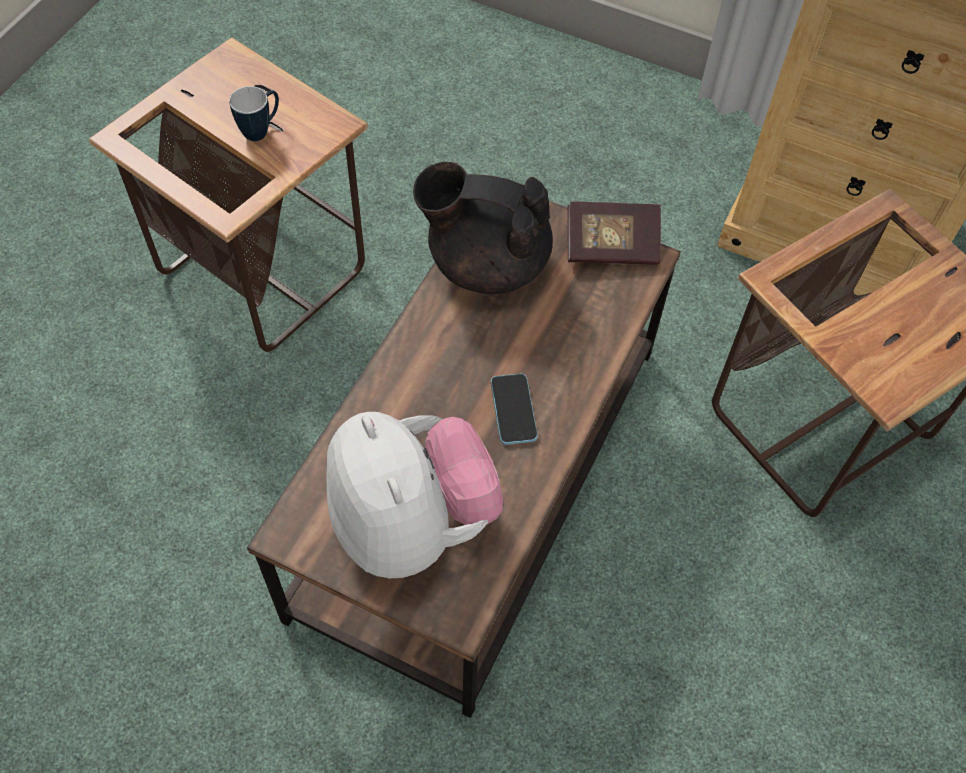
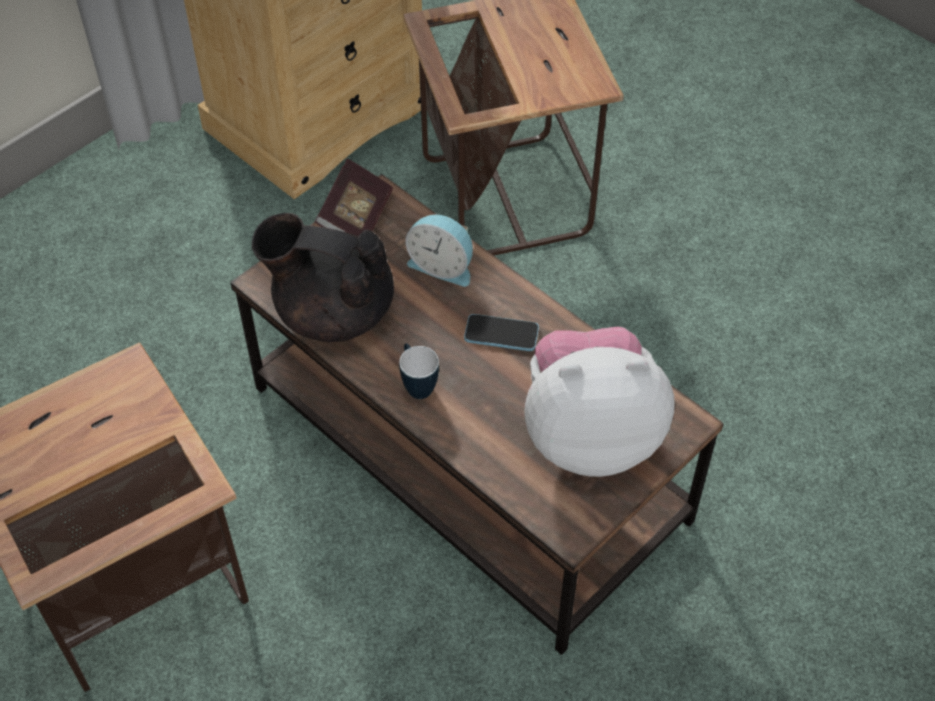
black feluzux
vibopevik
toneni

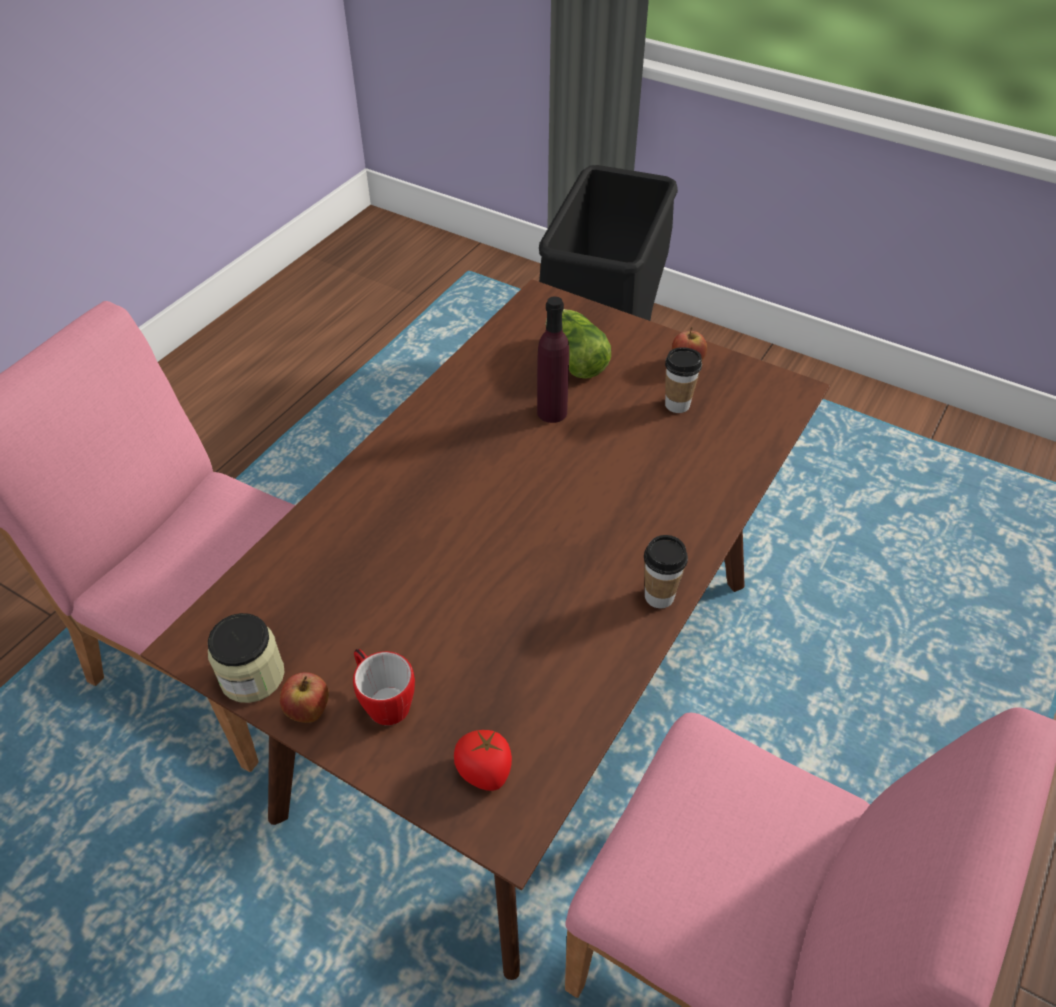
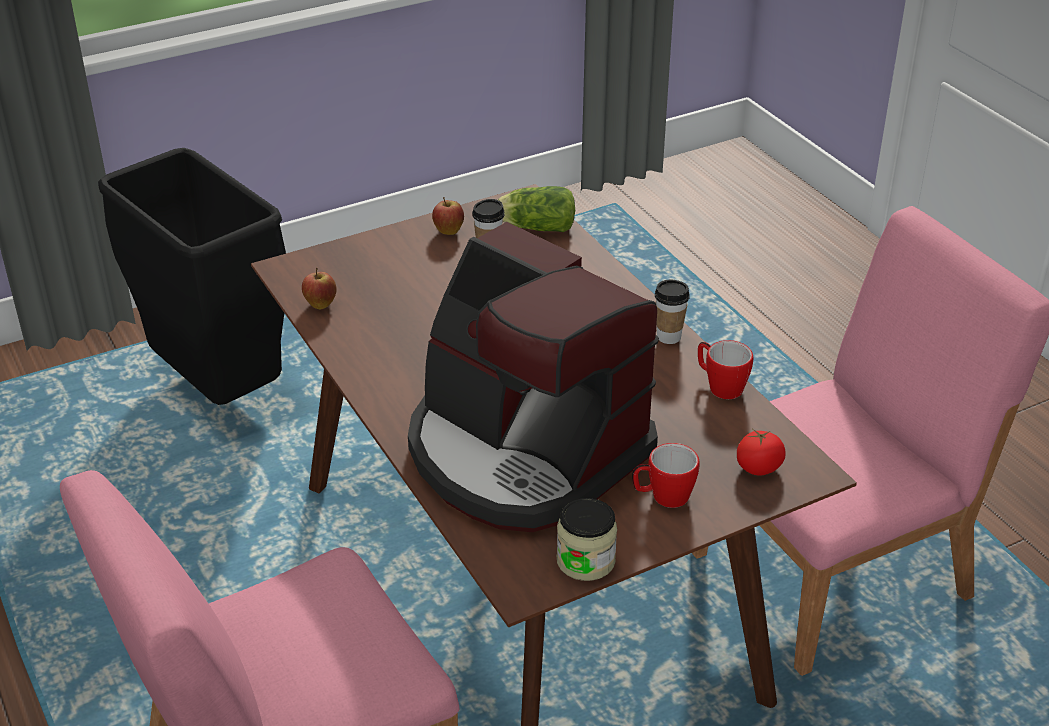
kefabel (no. 1 from left)
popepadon
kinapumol
vibopevik (no. 2 from left)
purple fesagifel

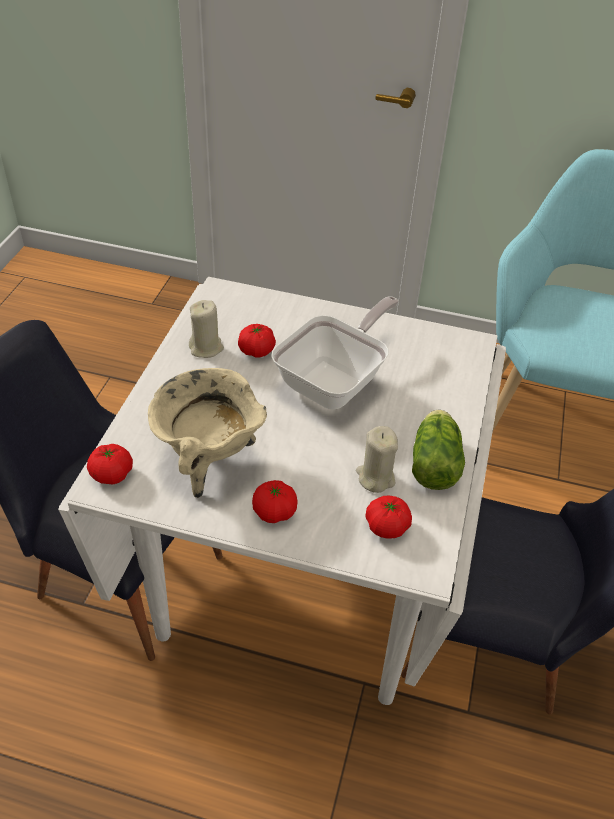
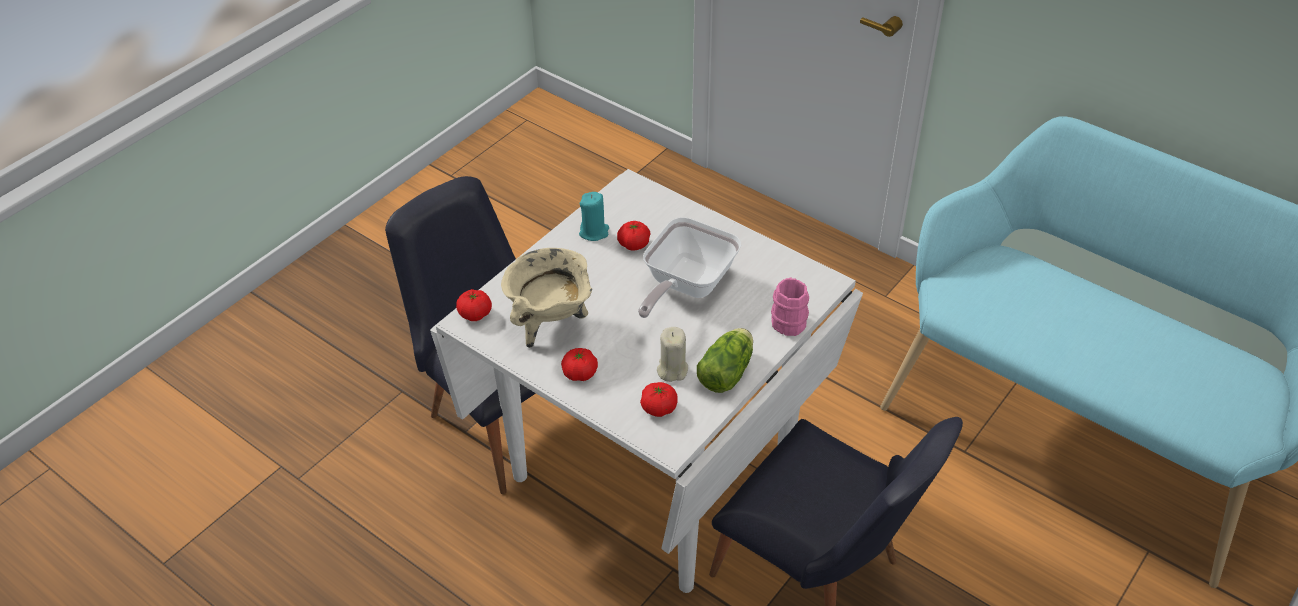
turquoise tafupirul
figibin
pink vibopevik

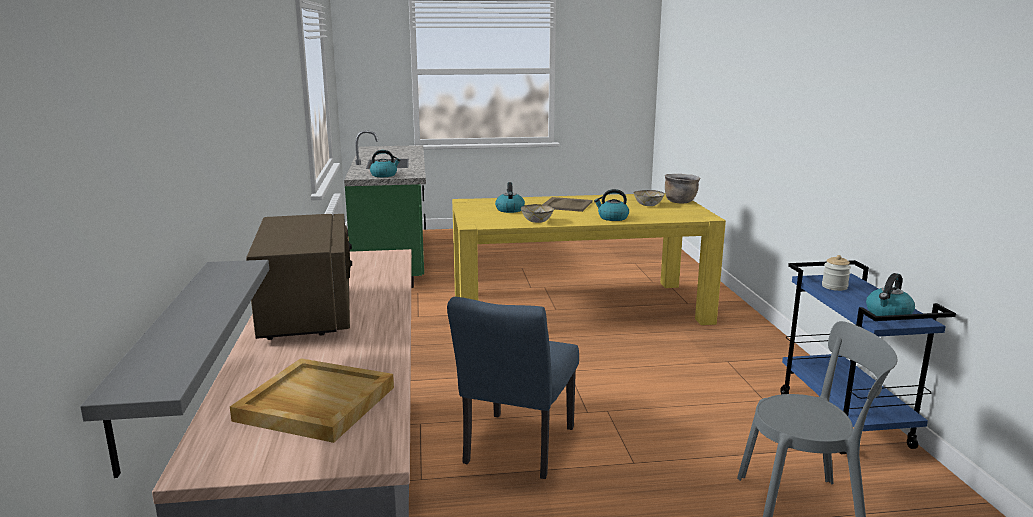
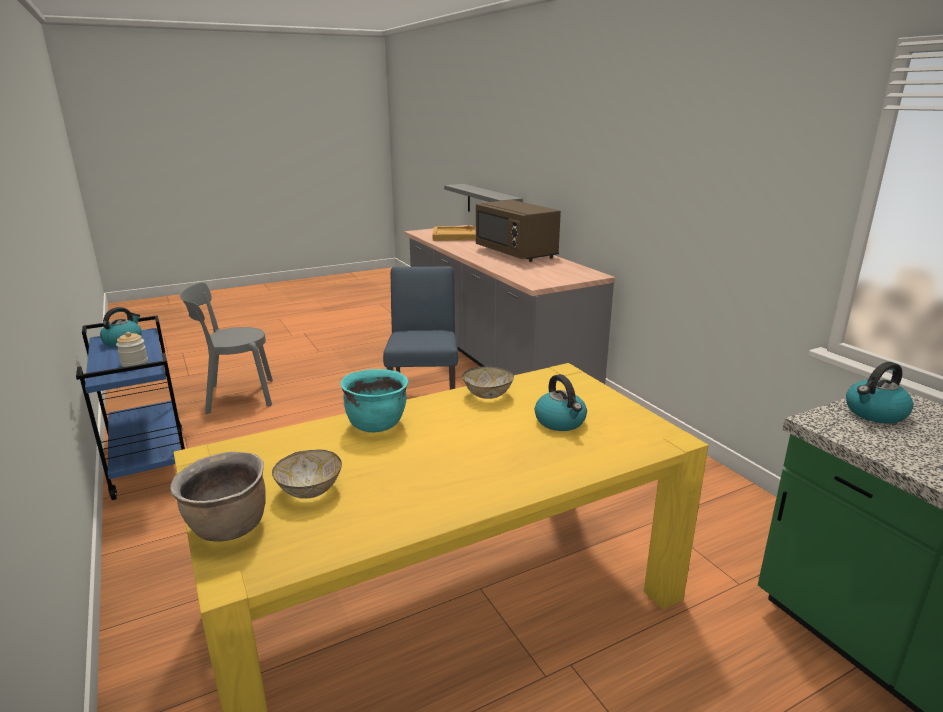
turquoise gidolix
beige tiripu (no. 2 from left in the first image)

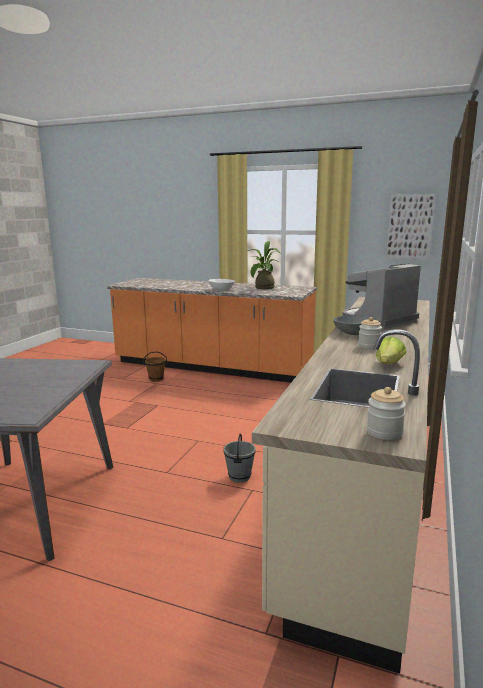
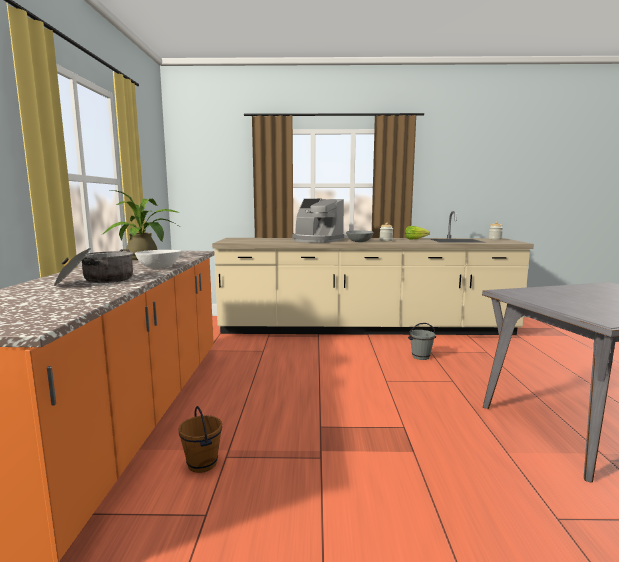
gidolix
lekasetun

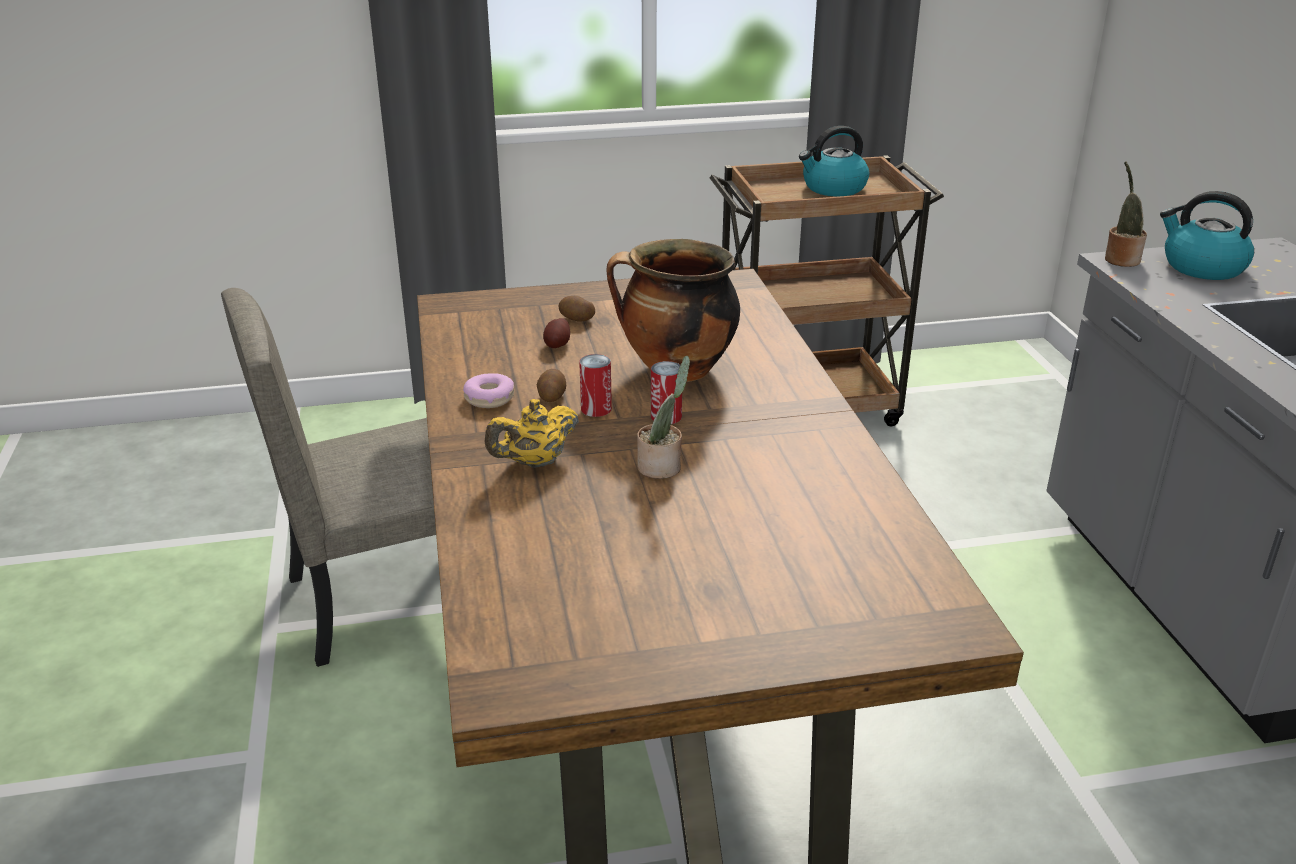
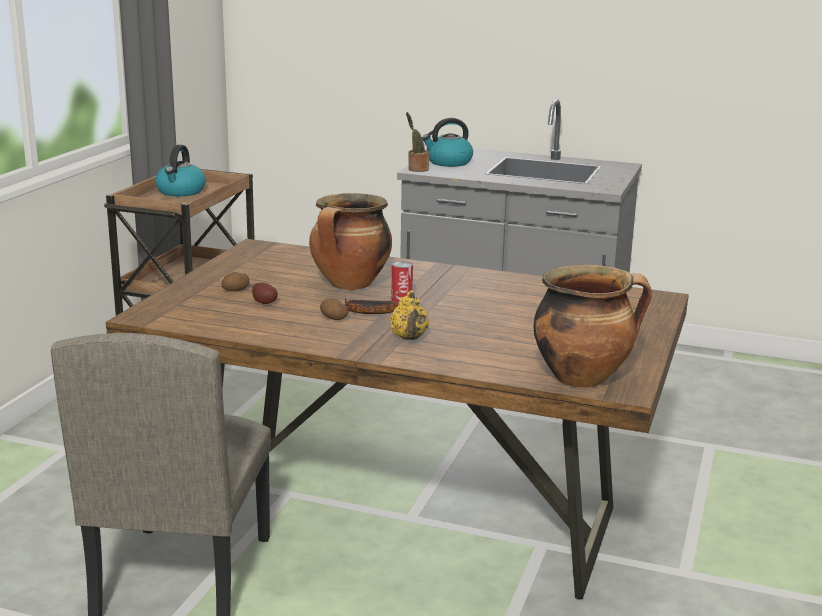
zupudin
gidolix (no. 2 from left)
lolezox
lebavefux (no. 1 from left in the first image)

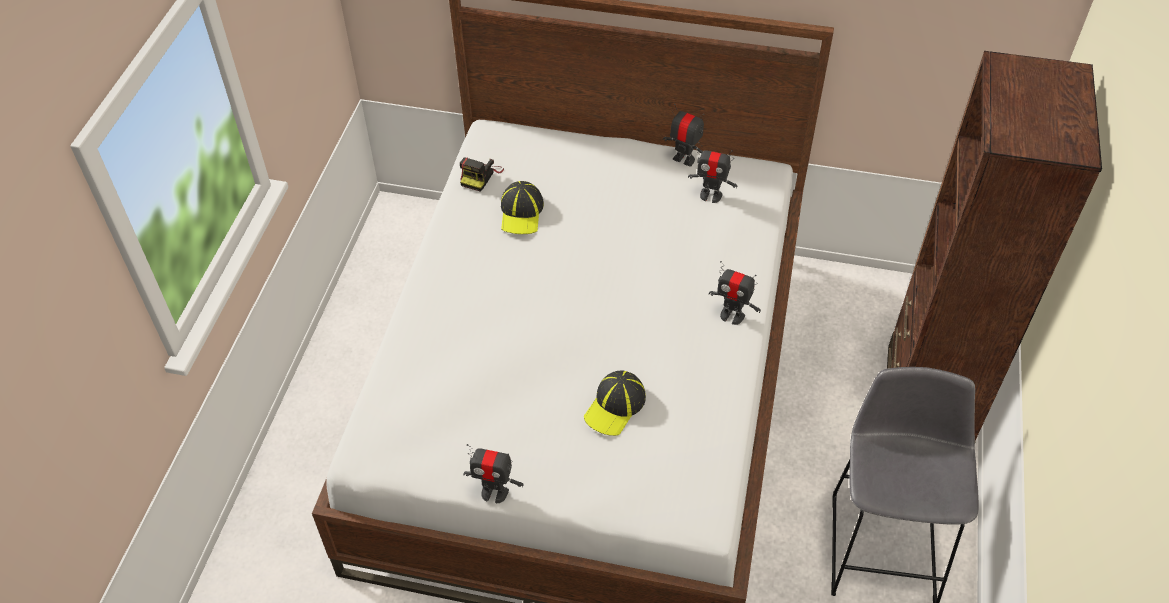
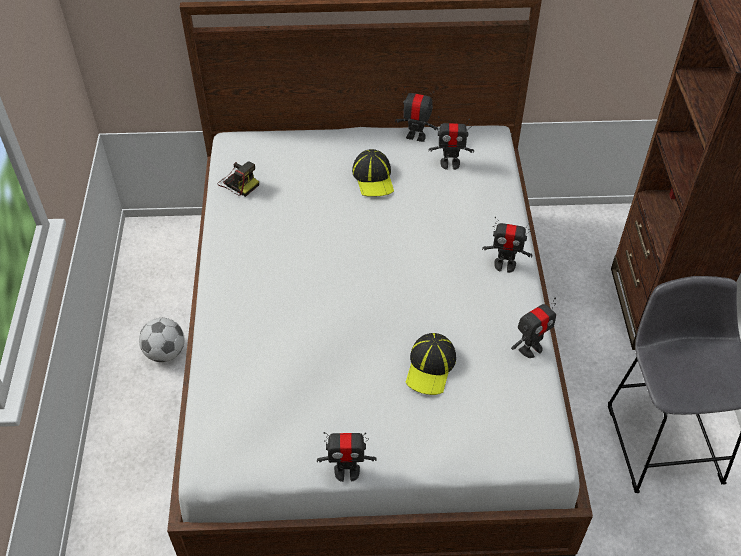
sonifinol
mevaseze
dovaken (no. 1 from left)
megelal (no. 5 from left)

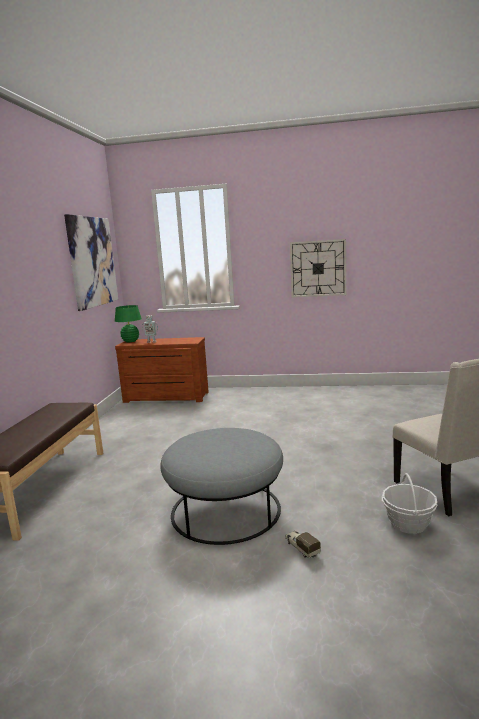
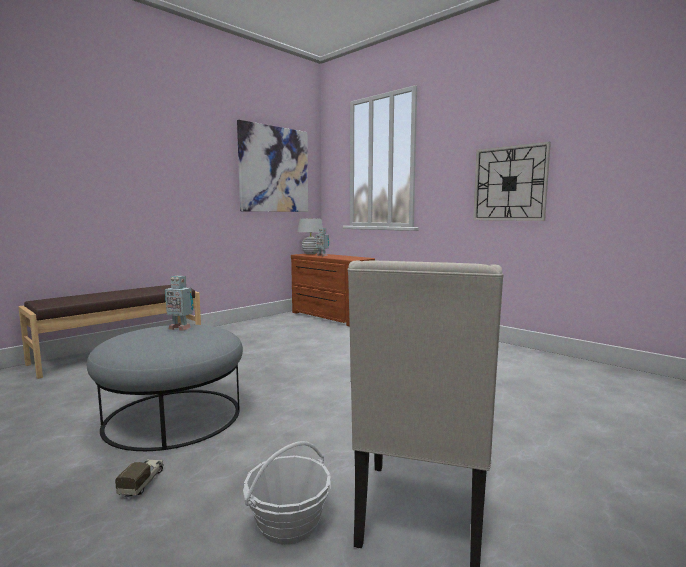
megelal (no. 1 from left)
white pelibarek

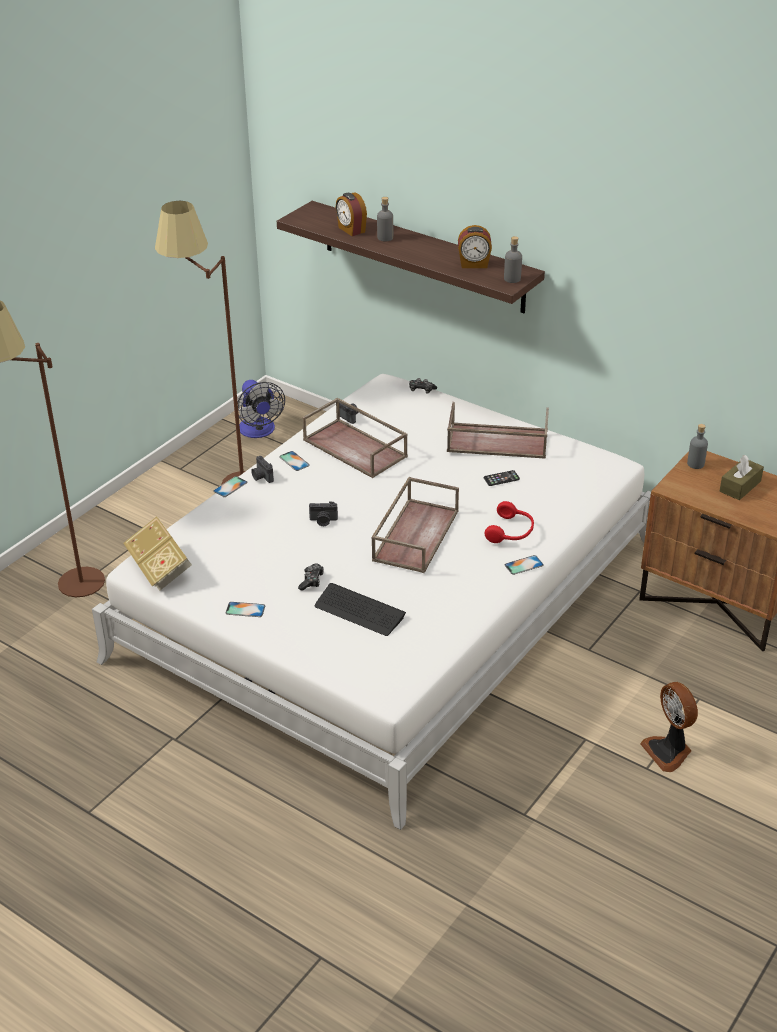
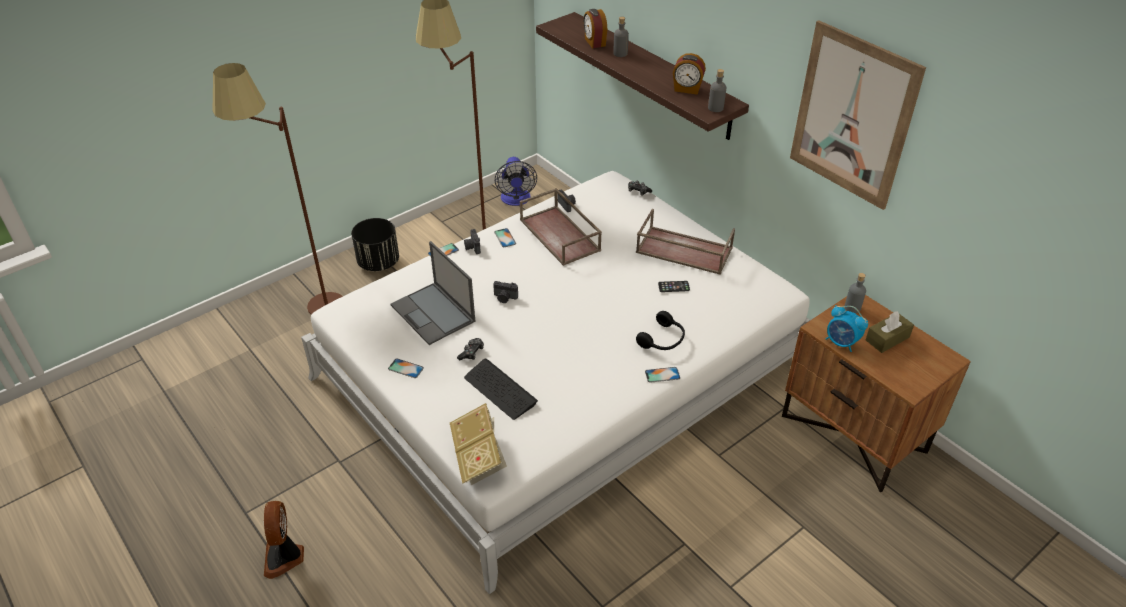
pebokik (no. 1 from left)
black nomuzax
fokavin
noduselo
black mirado
lekasetun
toneni (no. 3 from left)
brown tiripu (no. 2 from left in the first image)

